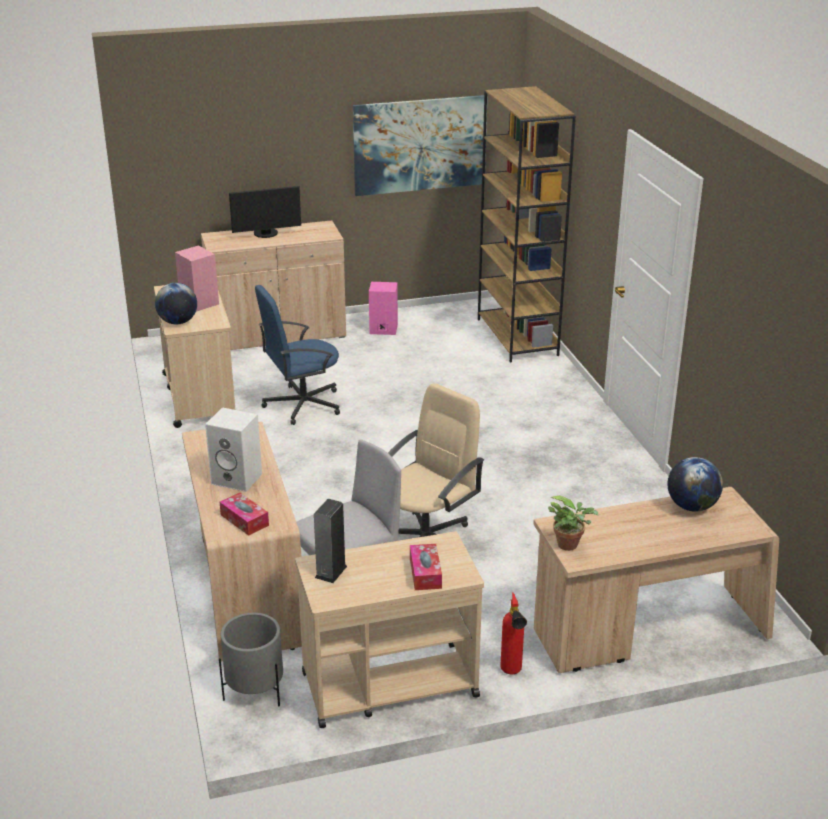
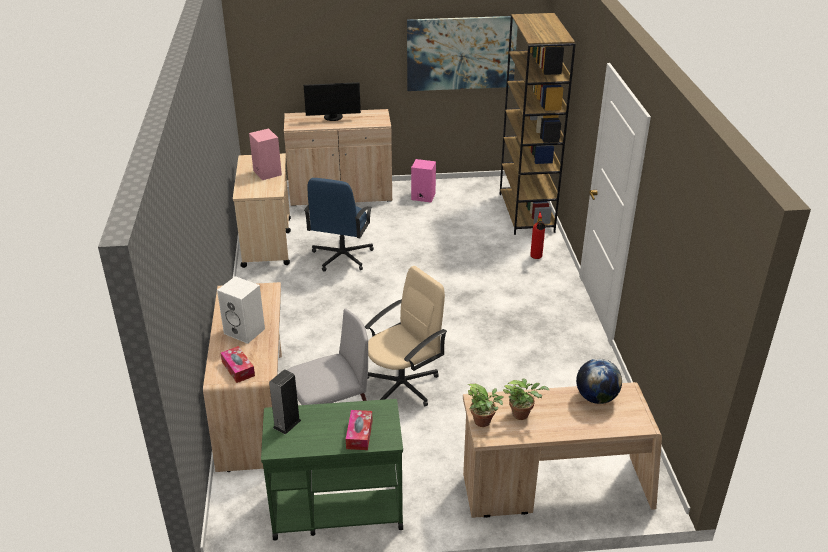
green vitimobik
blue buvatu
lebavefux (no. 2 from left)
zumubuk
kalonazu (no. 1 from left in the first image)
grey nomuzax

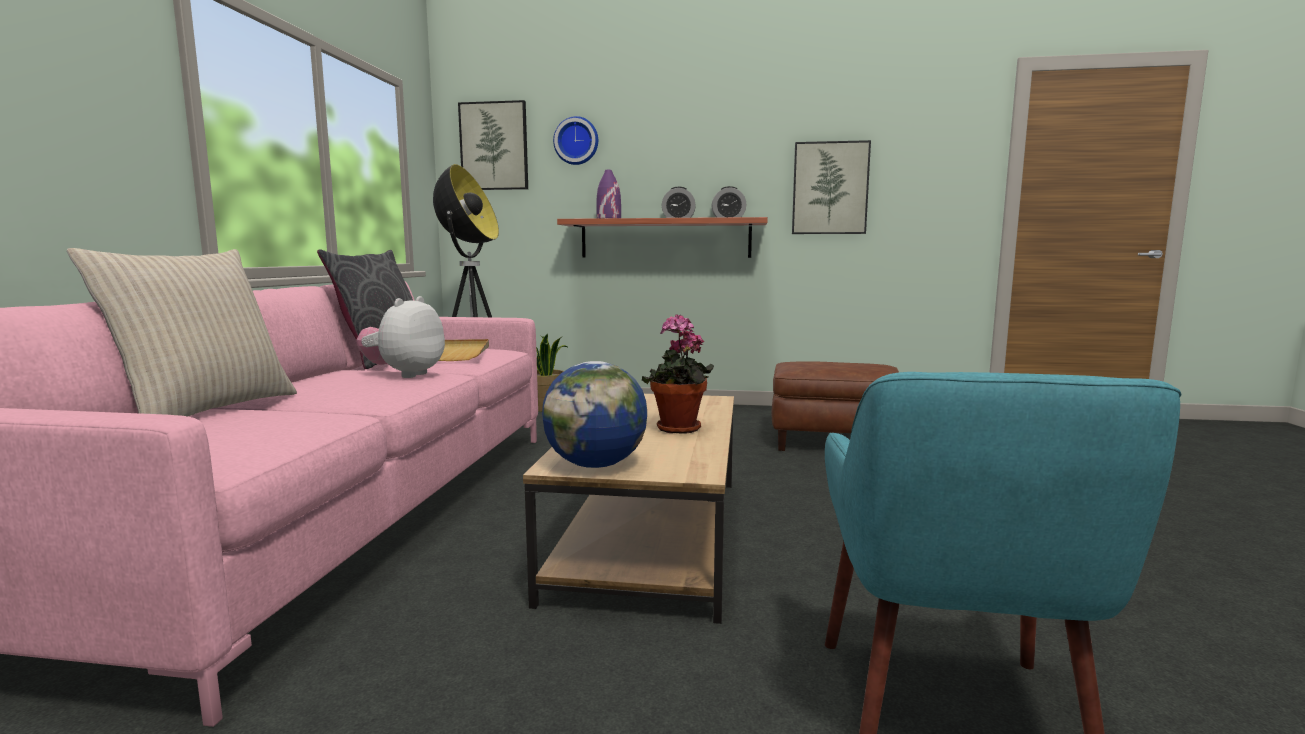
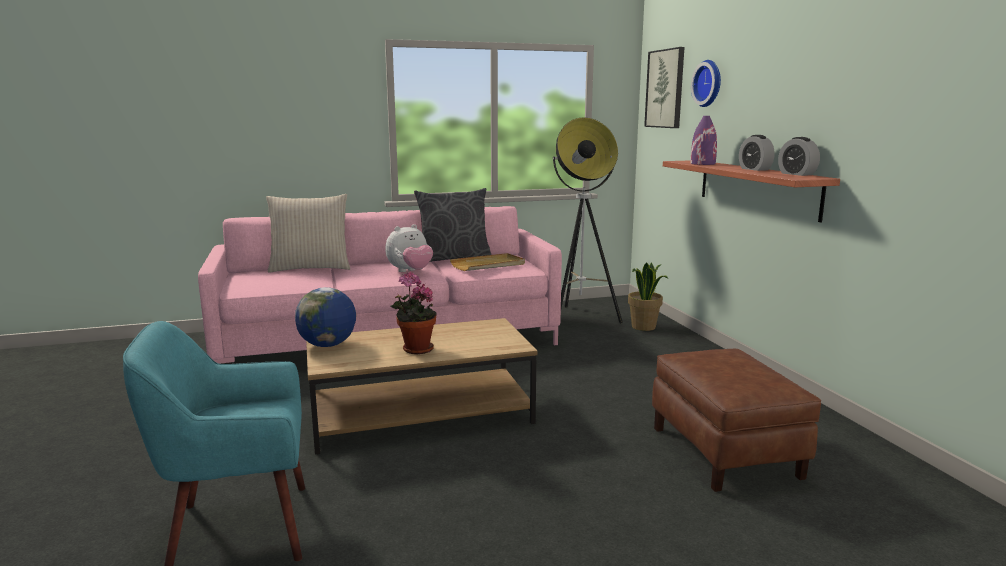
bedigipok
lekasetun (no. 2 from left in the first image)

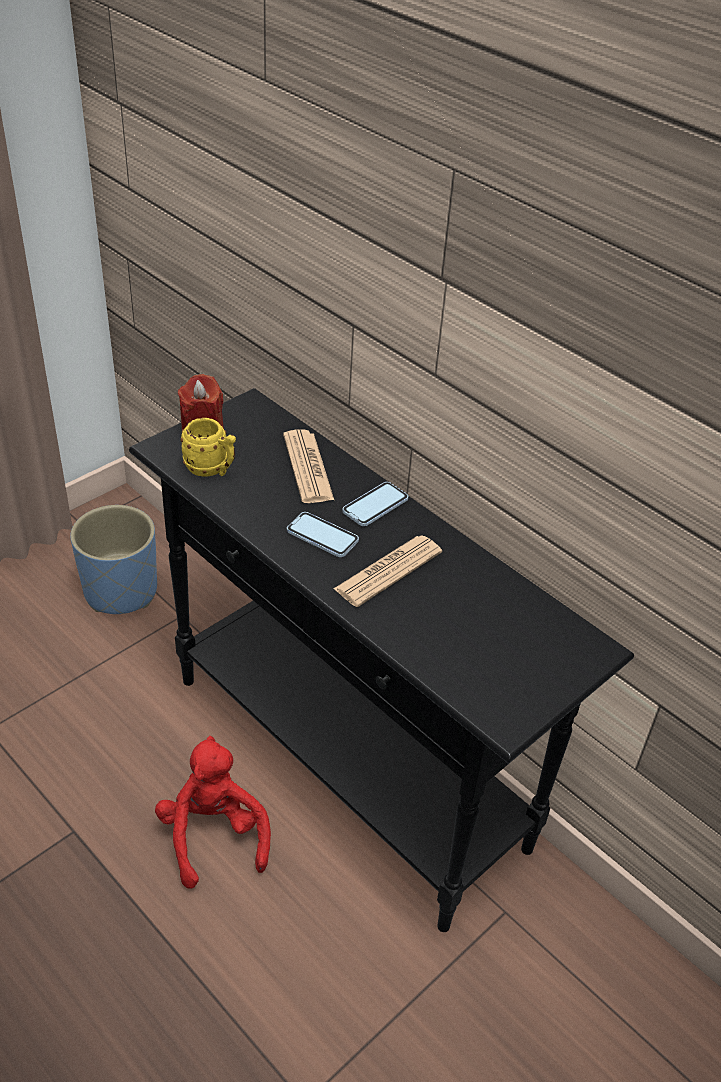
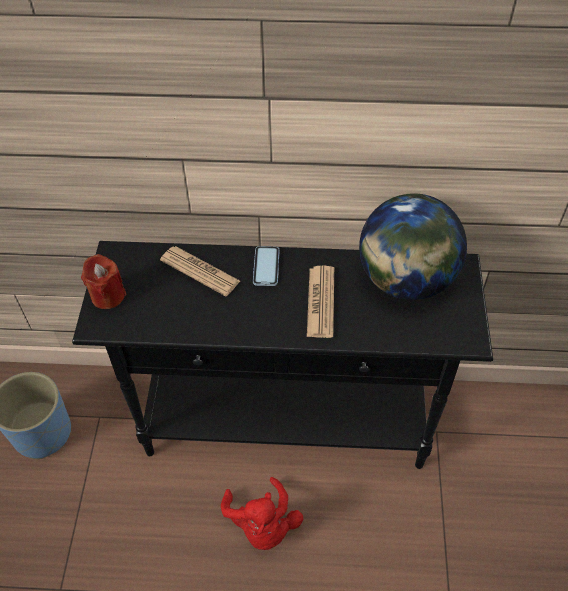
red bedigipok
kalonazu
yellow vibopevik
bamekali (no. 1 from left in the first image)

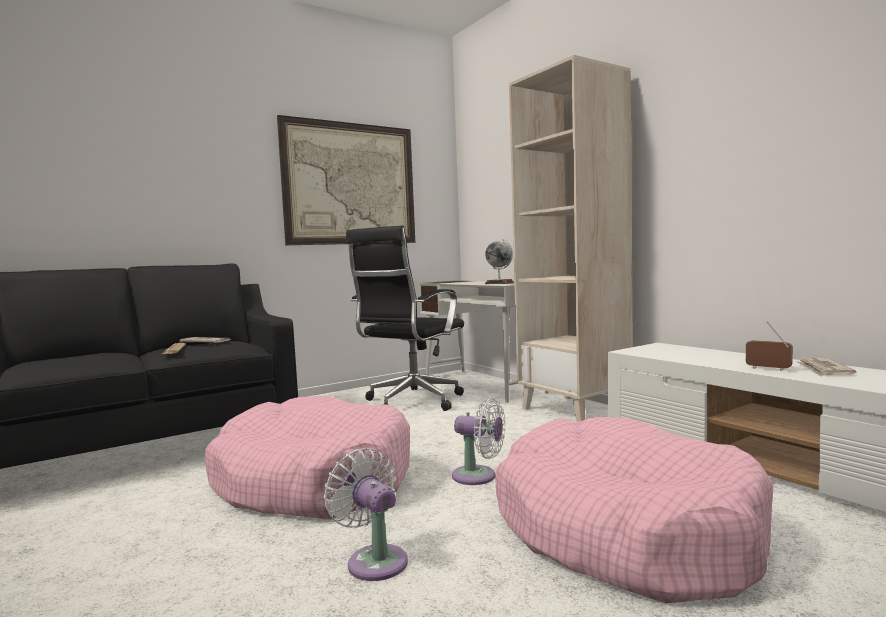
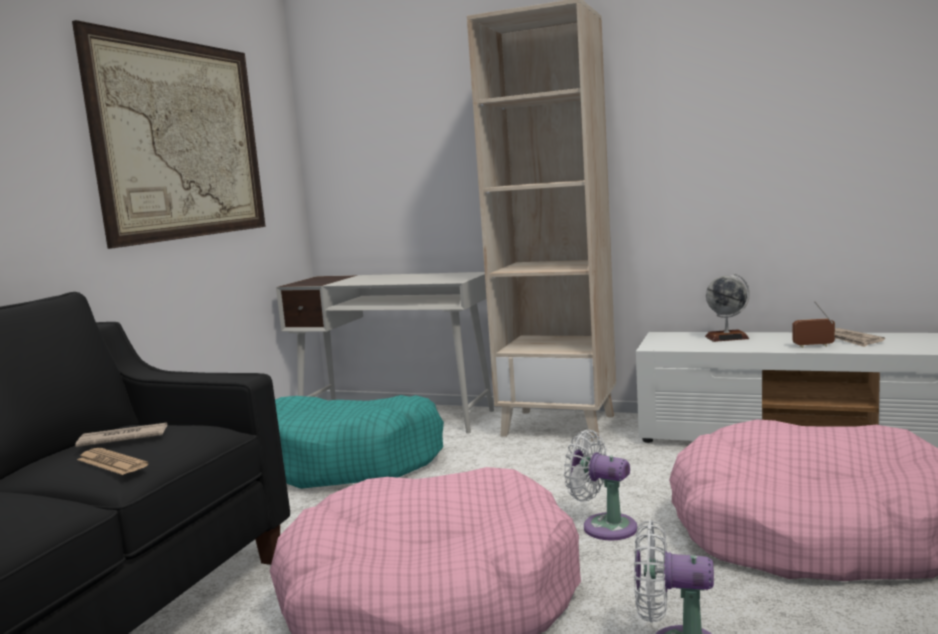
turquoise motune
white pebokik (no. 1 from left)
kalonazu

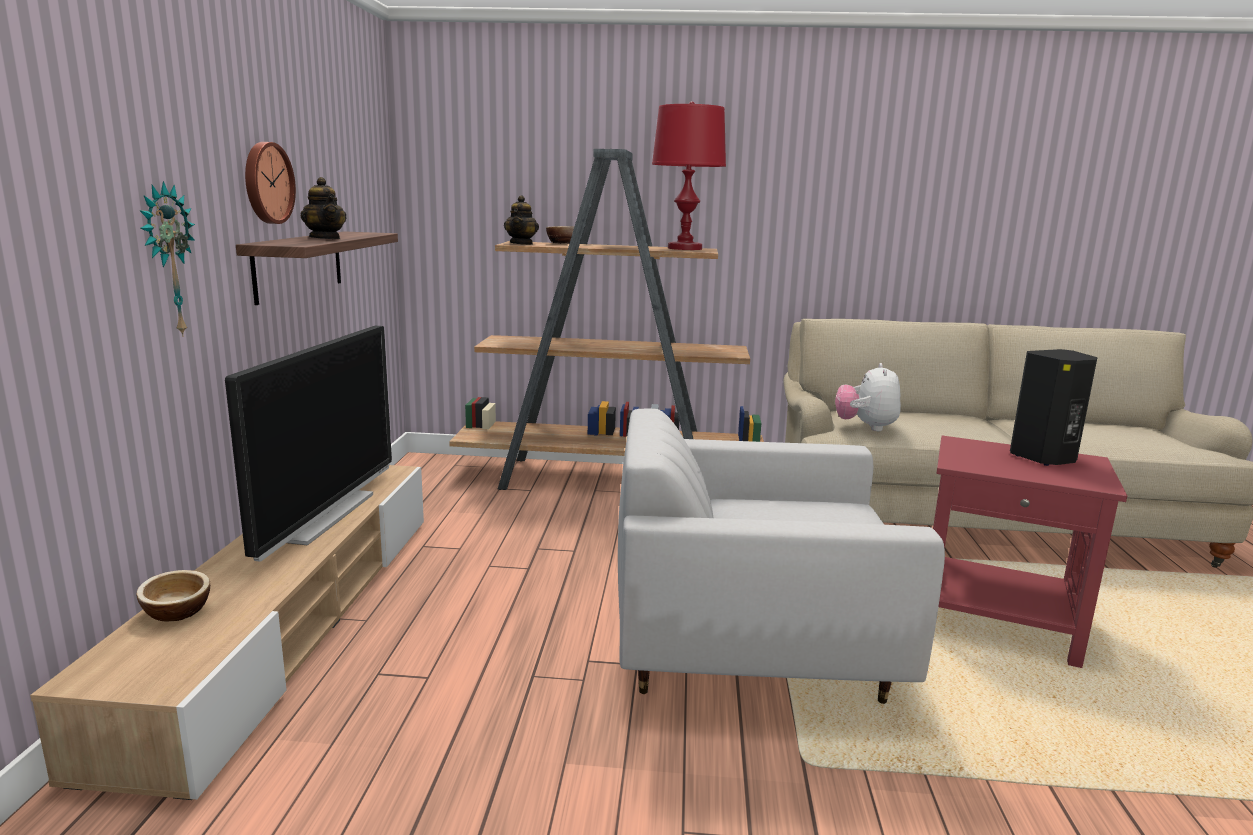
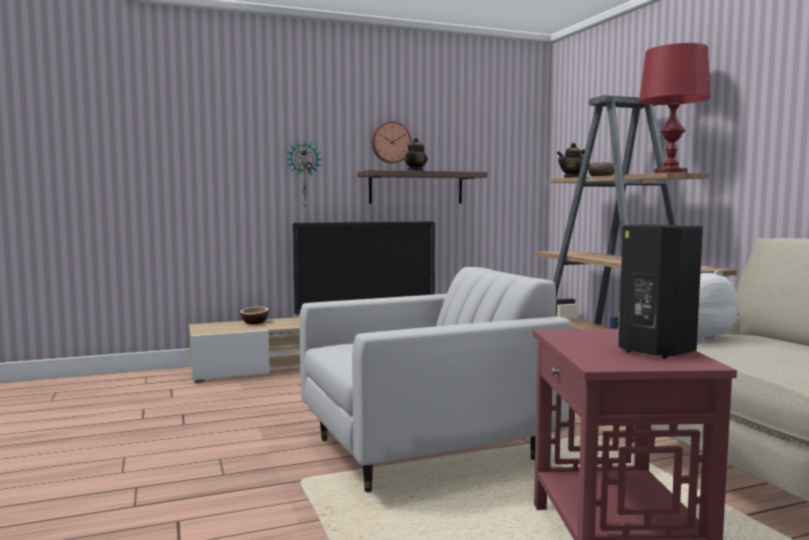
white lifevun

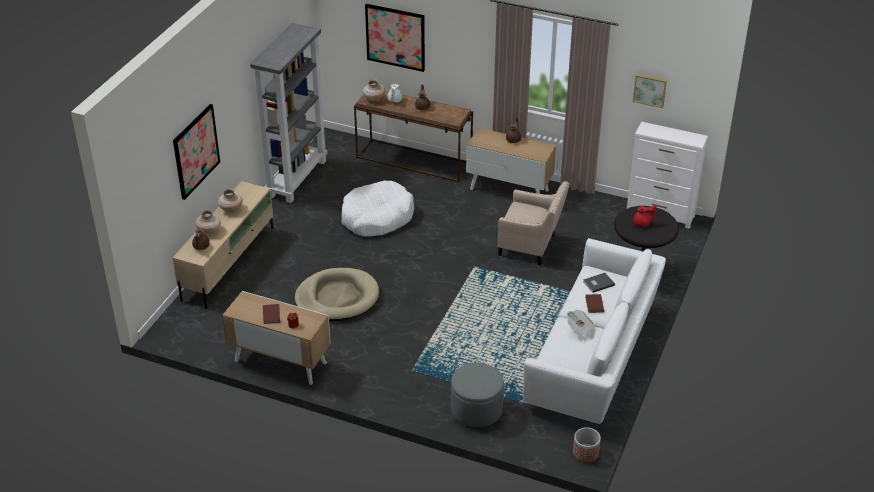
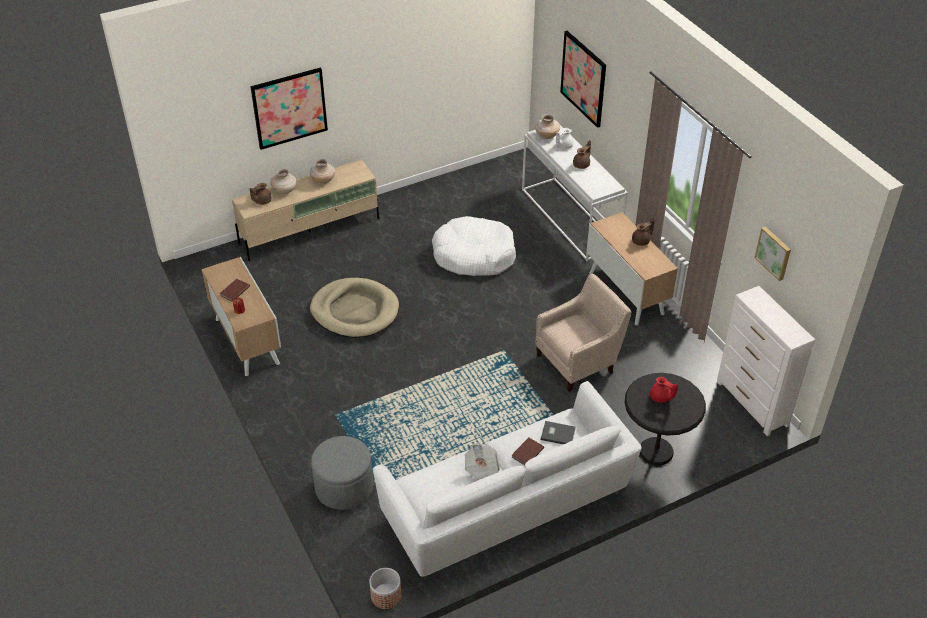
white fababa
beige lifevun
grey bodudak

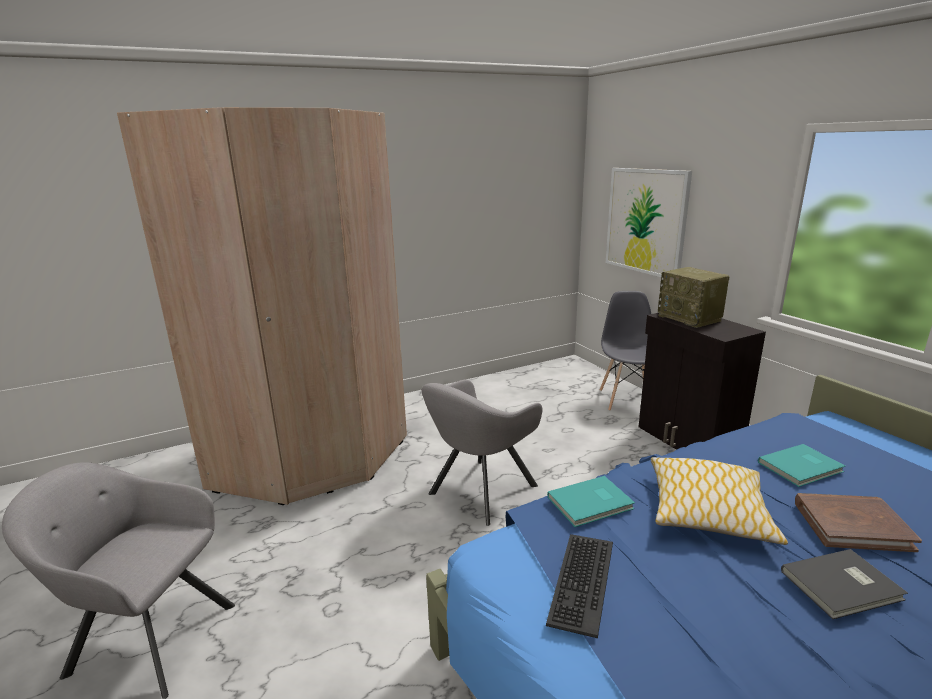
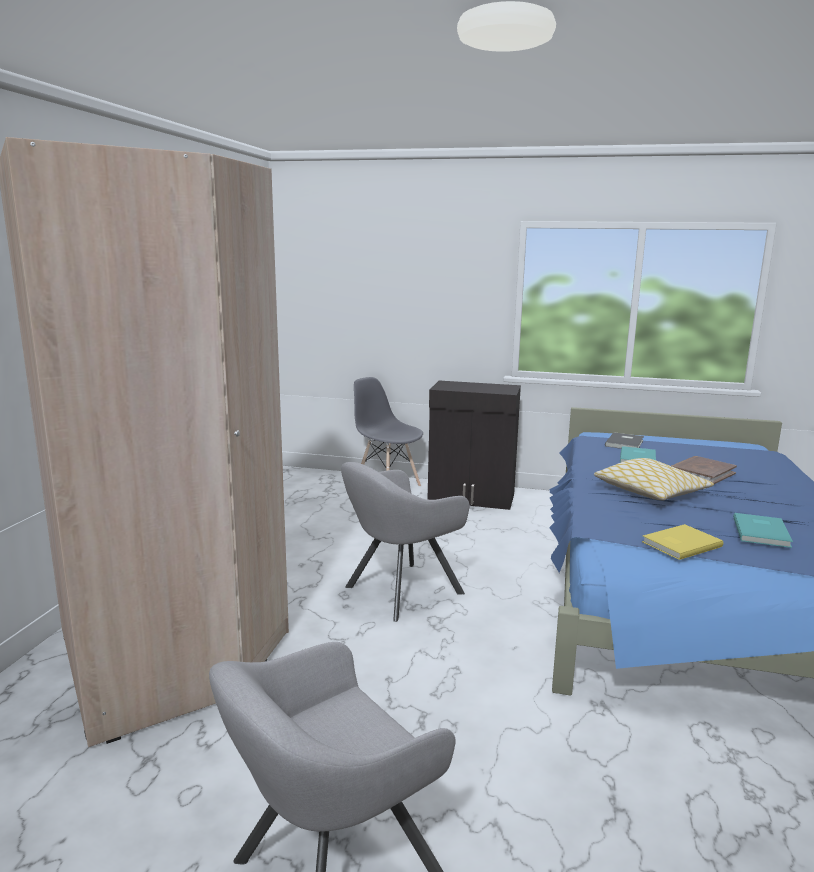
grey lifevun (no. 2 from left)
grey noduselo
yellow noduselo
turquoise noduselo (no. 2 from left)
lekasetun
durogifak

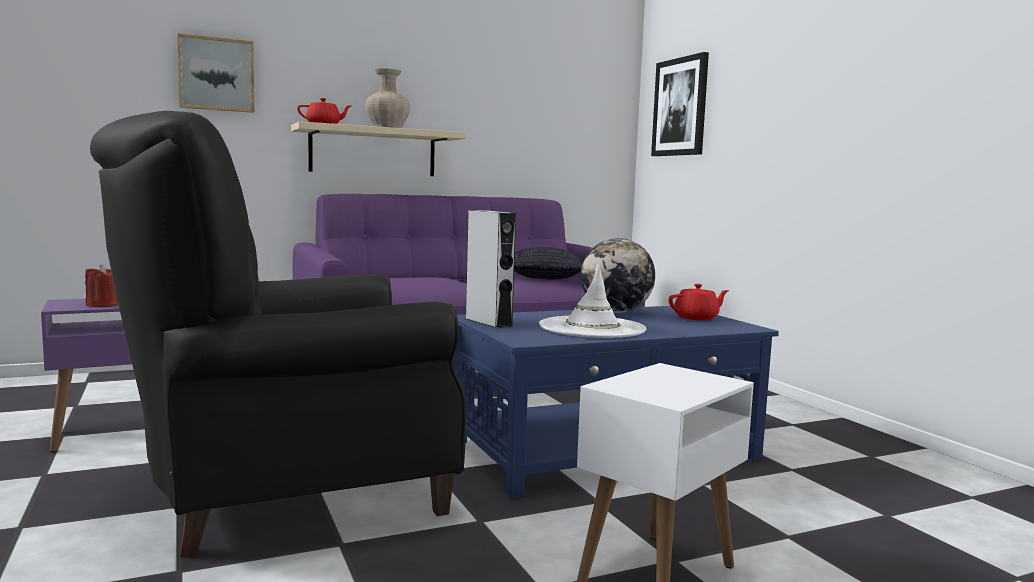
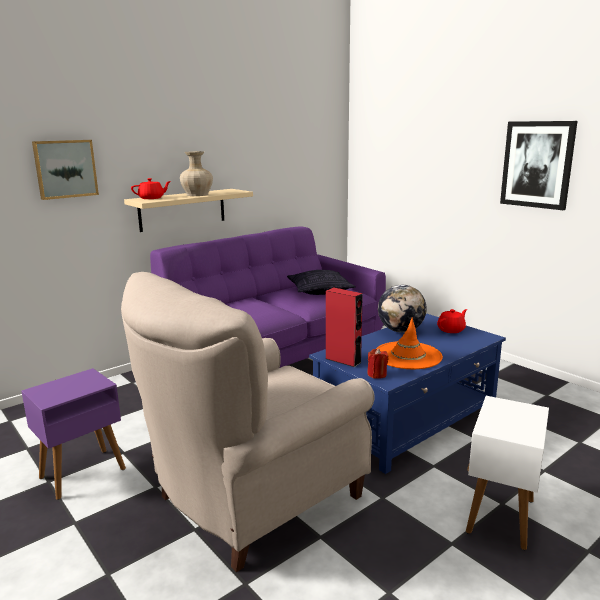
beige lifevun
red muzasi
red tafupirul
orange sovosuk
lekasetun (no. 2 from left)

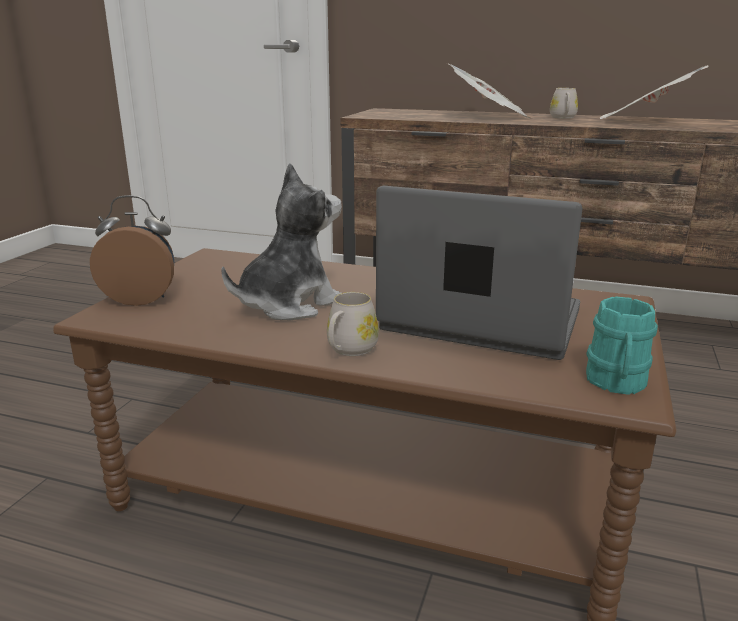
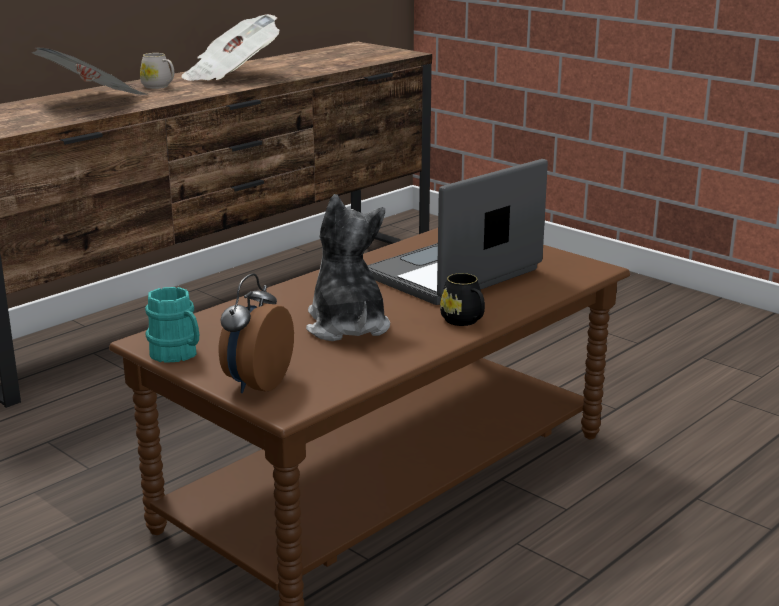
turquoise vibopevik
black vibopevik

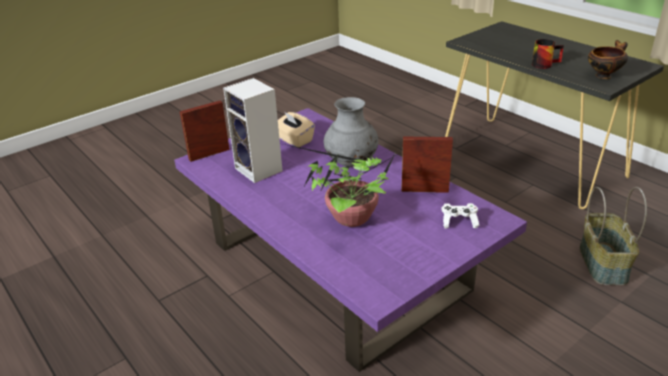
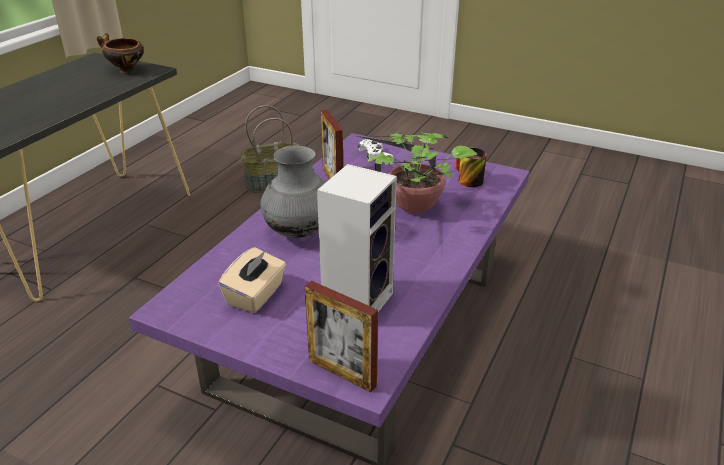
vibopevik

